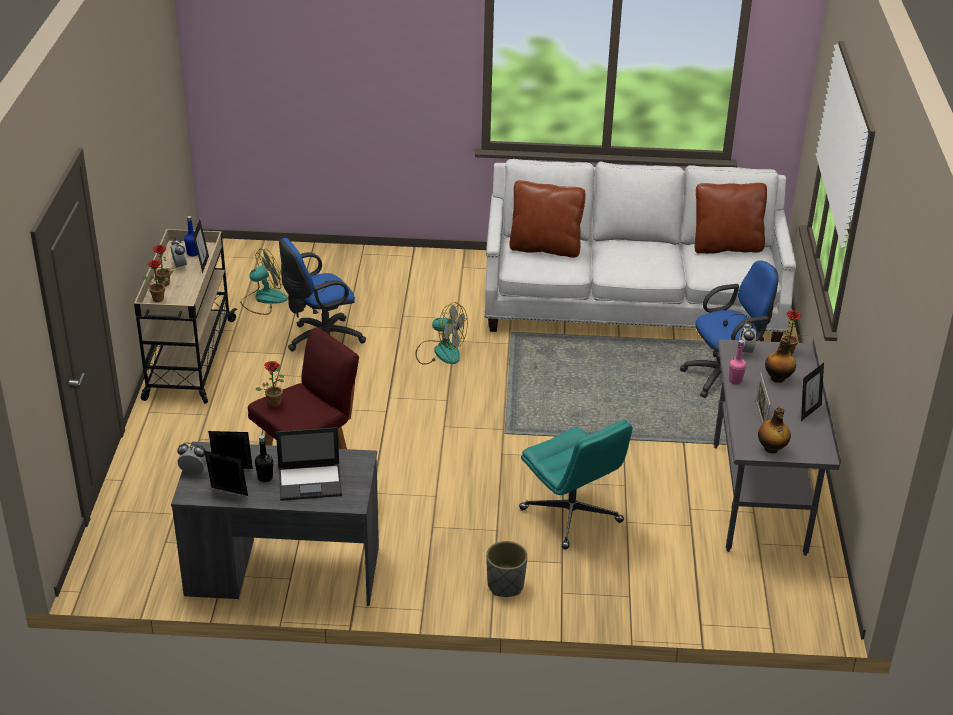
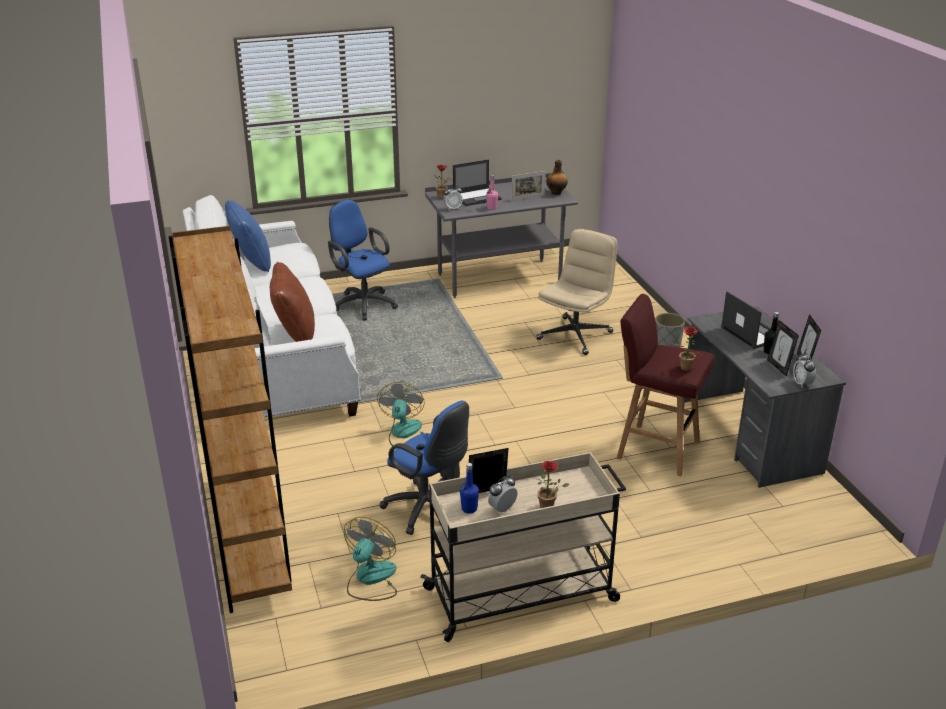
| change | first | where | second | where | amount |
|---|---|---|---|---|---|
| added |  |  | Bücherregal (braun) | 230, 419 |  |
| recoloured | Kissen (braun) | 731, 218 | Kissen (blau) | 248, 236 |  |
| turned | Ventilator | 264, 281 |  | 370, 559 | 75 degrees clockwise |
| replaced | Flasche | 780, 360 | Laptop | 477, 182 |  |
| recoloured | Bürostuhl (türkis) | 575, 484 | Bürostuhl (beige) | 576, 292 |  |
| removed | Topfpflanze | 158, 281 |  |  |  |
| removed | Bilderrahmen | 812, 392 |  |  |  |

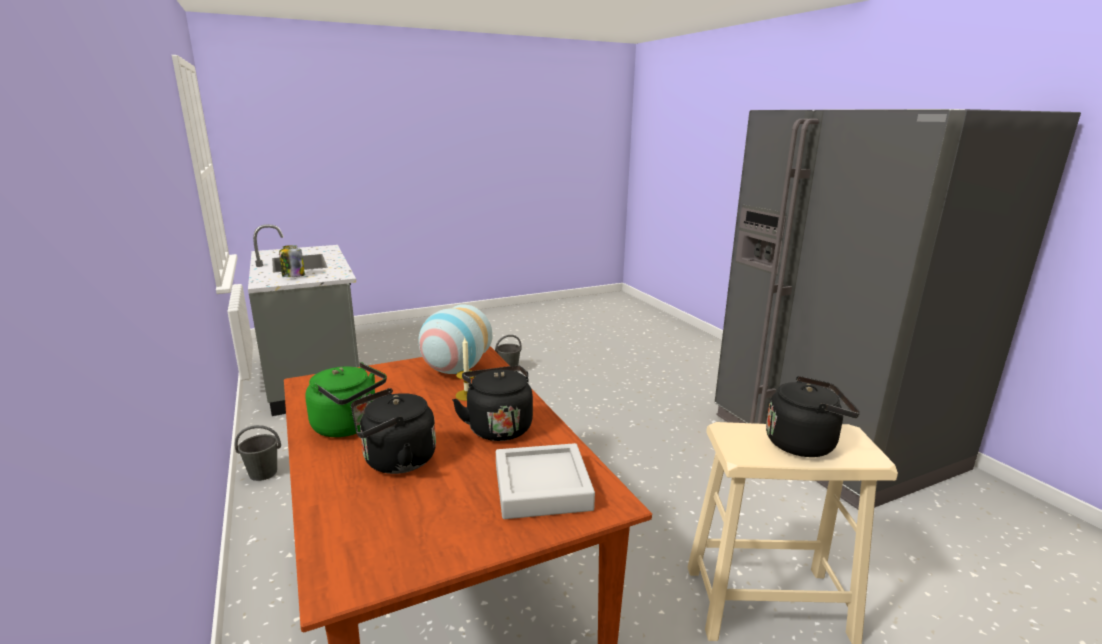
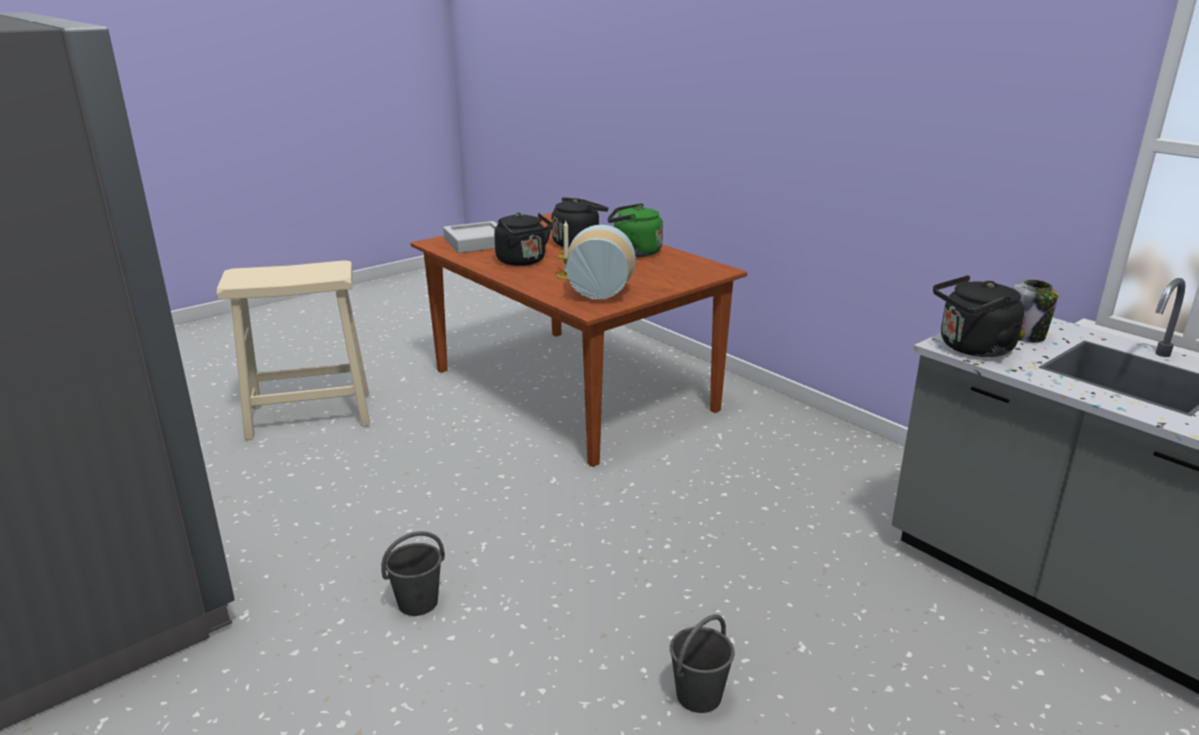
| change | first | where | second | where | amount |
|---|---|---|---|---|---|
| moved | Eimer (grau) | 258, 453 |  | 413, 573 |  |
| moved | Wasserkessel (schwarz) | 813, 416 |  | 978, 316 |  |

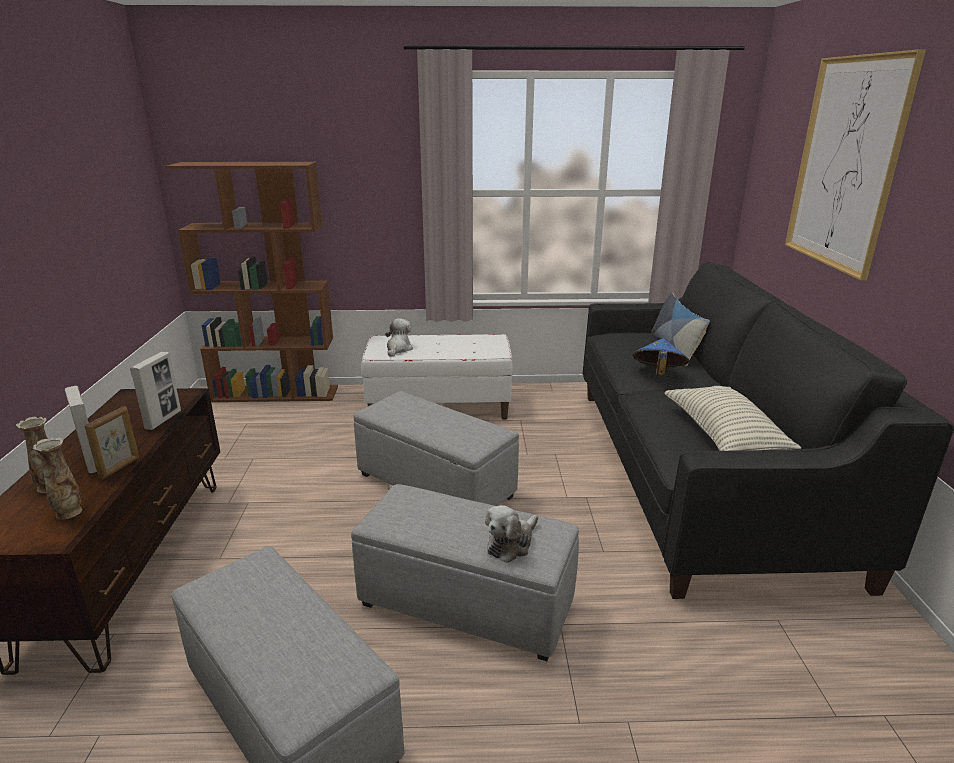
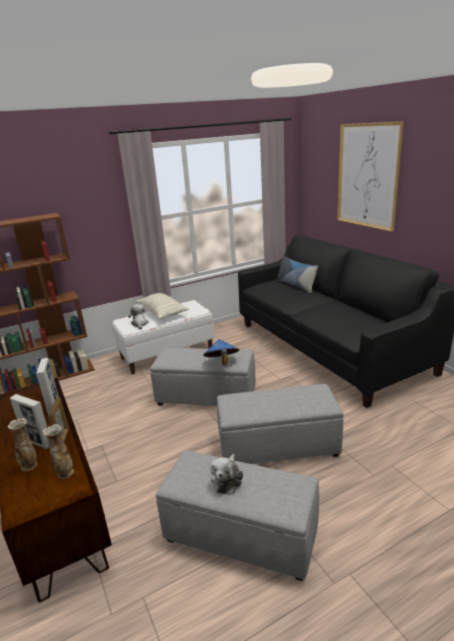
| change | first | where | second | where | amount |
|---|---|---|---|---|---|
| moved | Kissen | 732, 418 |  | 162, 306 |  |
| moved | Hut (blau) | 661, 357 |  | 221, 352 |  |
| moved | Plüschtier | 511, 534 |  | 227, 474 |  |

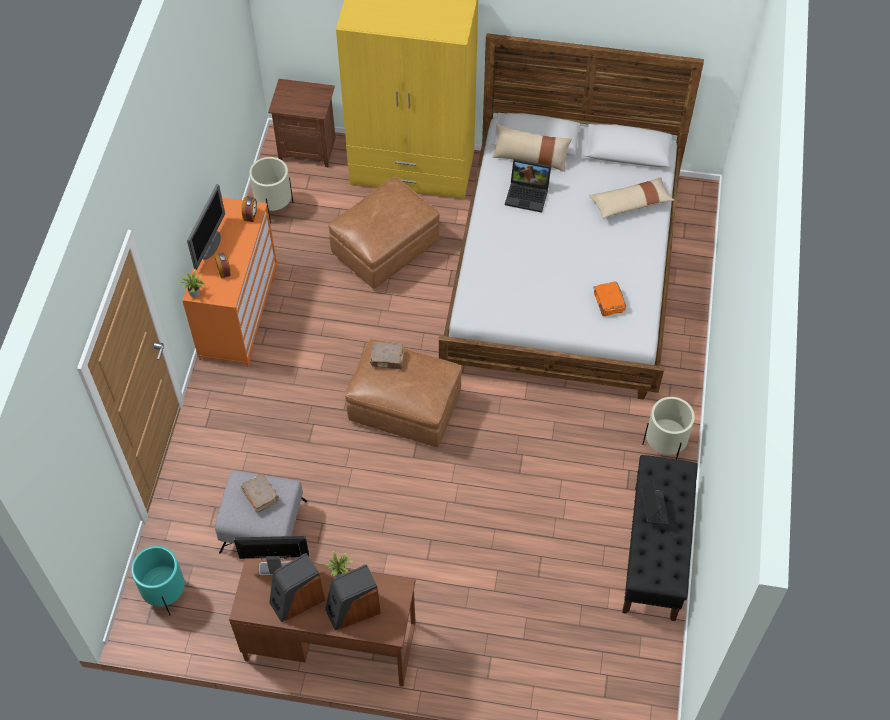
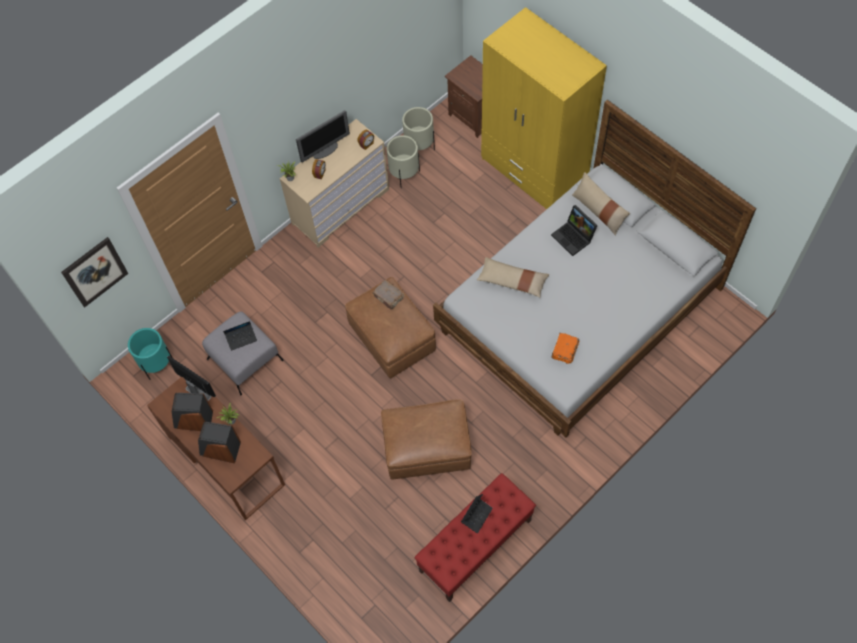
| change | first | where | second | where | amount |
|---|---|---|---|---|---|
| added |  |  | Bild | 94, 272 |  |
| replaced | Buch (braun) | 259, 492 | Laptop | 240, 336 |  |
| recoloured | Kommode (orange) | 229, 282 | Kommode (beige) | 334, 183 |  |
| moved | Polsterhocker (braun) | 384, 233 |  | 426, 439 |  |
| moved | Pflanzkübel (beige) | 668, 428 |  | 403, 161 |  |
| recoloured | Bank (schwarz) | 659, 538 | Bank (rot) | 475, 537 |  |
| moved | Kissen (beige) | 631, 198 |  | 513, 277 |  |

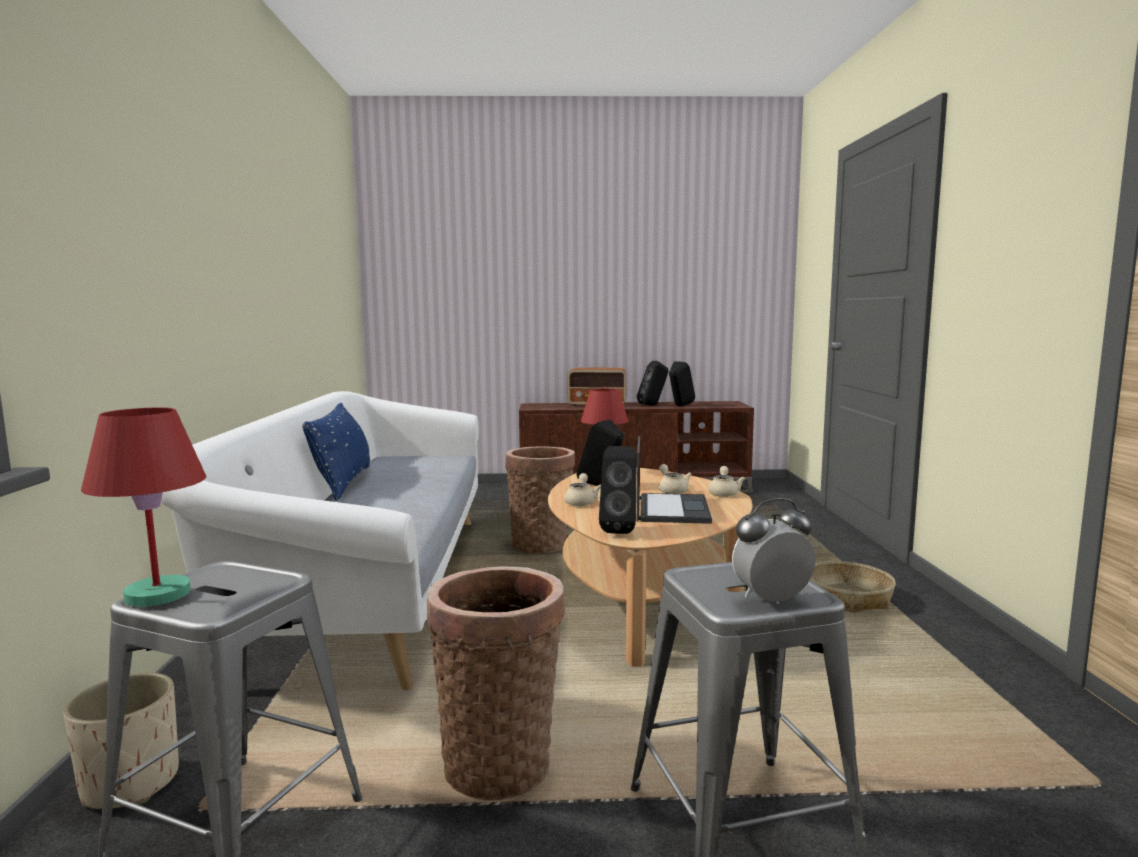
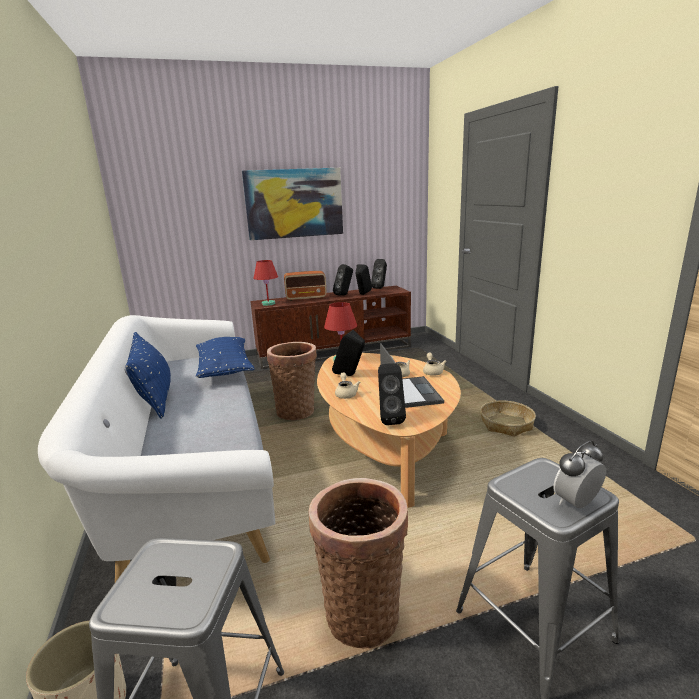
| change | first | where | second | where | amount |
|---|---|---|---|---|---|
| added |  |  | Kissen (blau) | 225, 357 |  |
| added |  |  | Bild | 292, 204 |  |
| moved | Tischlampe (rot) | 143, 507 |  | 265, 283 |  |
| added |  |  | Lautsprecher (schwarz) | 379, 274 |  |

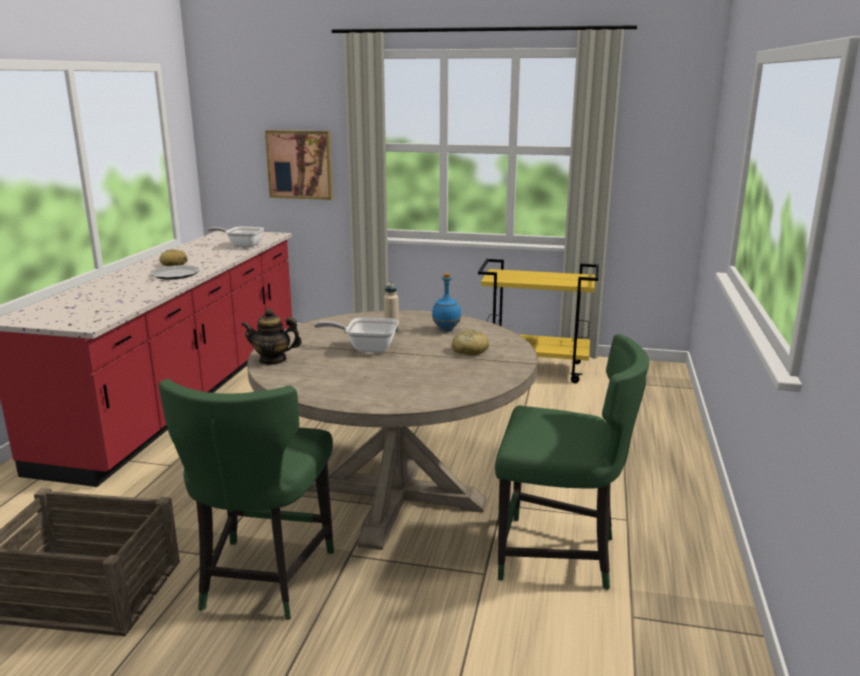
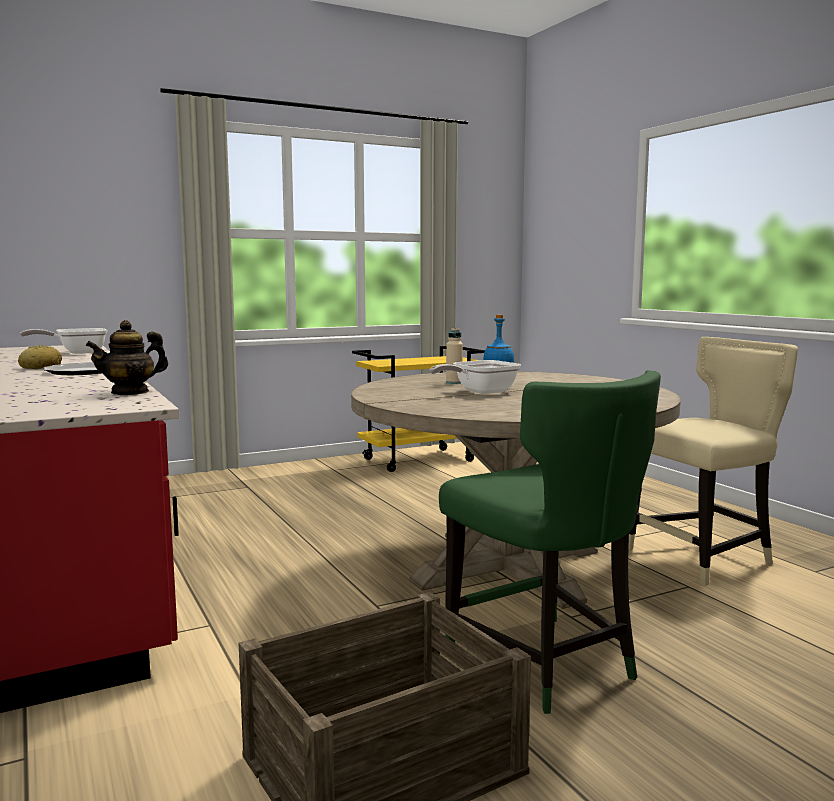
| change | first | where | second | where | amount |
|---|---|---|---|---|---|
| moved | Teekanne | 271, 336 |  | 127, 357 |  |
| recoloured | Stuhl (grün) | 572, 462 | Stuhl (beige) | 713, 461 |  |
| removed | Bild | 299, 165 |  |  |  |
| removed | Brot | 470, 343 |  |  |  |

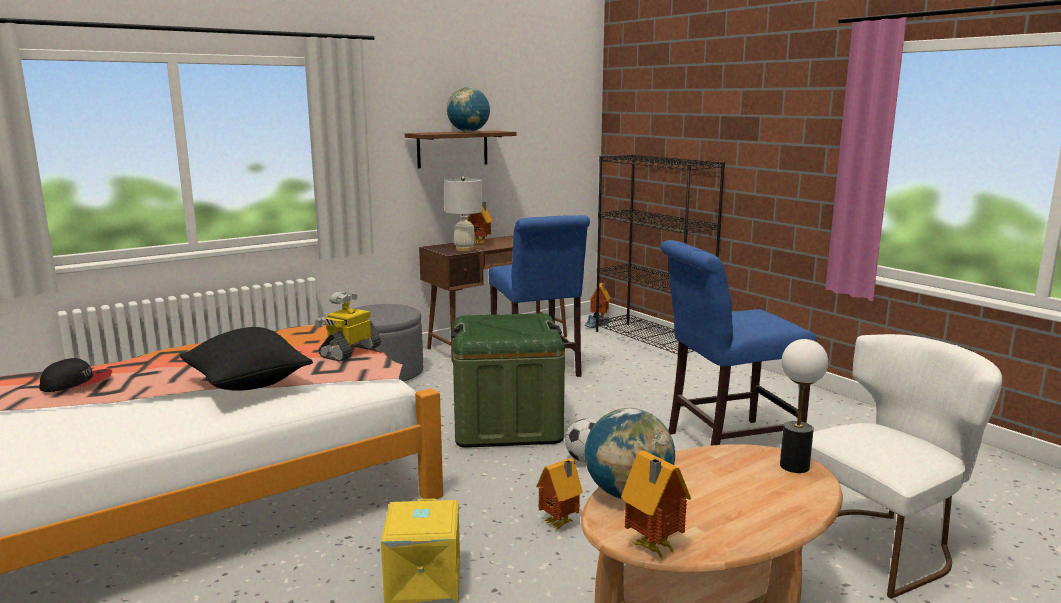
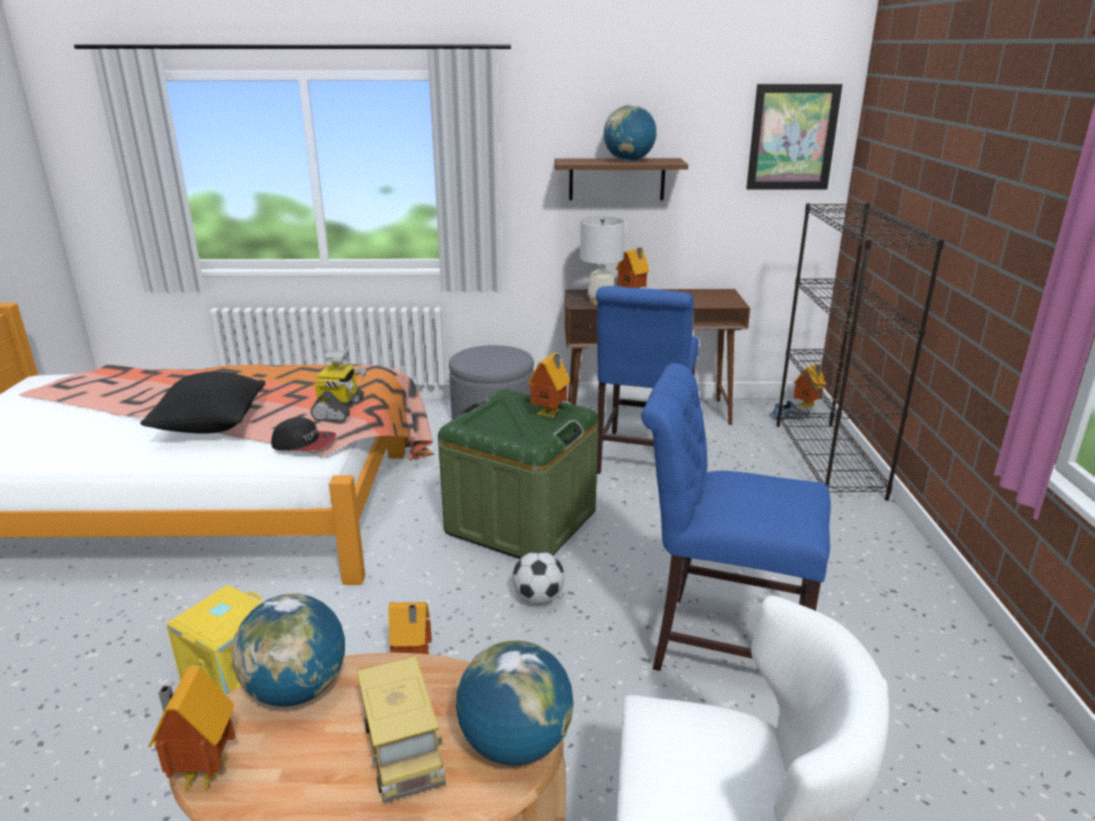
| change | first | where | second | where | amount |
|---|---|---|---|---|---|
| moved | Kappe | 75, 375 |  | 303, 434 |  |
| turned | Spielzeugroboter | 348, 326 |  | 338, 386 | 120 degrees clockwise |
| added |  |  | Spielzeuglaster | 401, 729 |  |
| replaced | Tischlampe | 804, 406 | Globus | 515, 703 |  |
| added |  |  | Spielzeughaus | 548, 385 |  |
| added |  |  | Bild | 794, 137 |  |

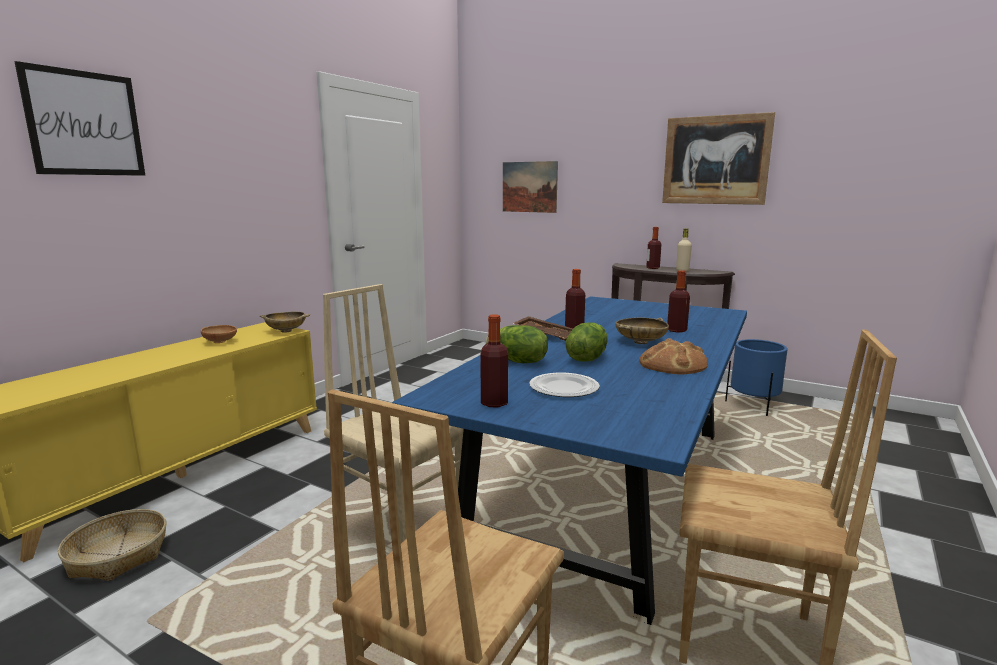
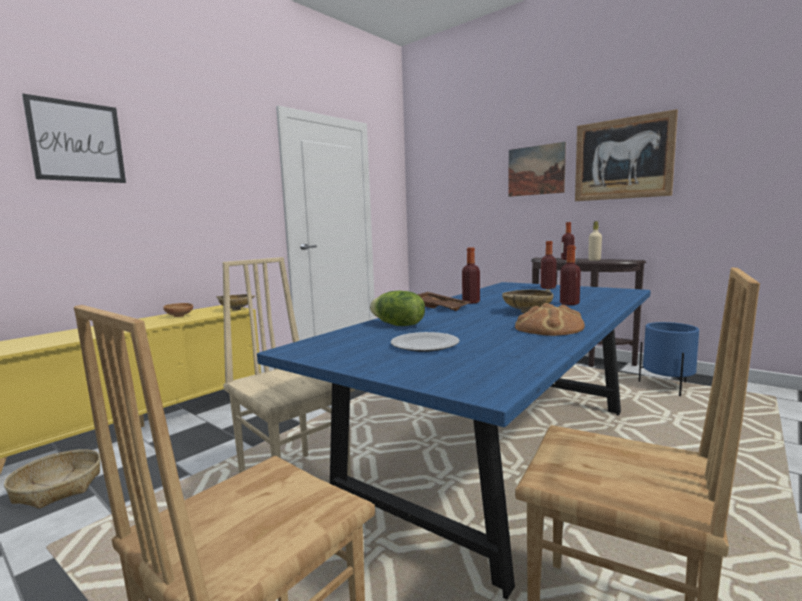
| change | first | where | second | where | amount |
|---|---|---|---|---|---|
| moved | Bild | 530, 187 |  | 537, 169 |  |
| moved | Flasche | 494, 360 |  | 549, 265 |  |
| removed | Salatkopf | 586, 342 |  |  |  |

